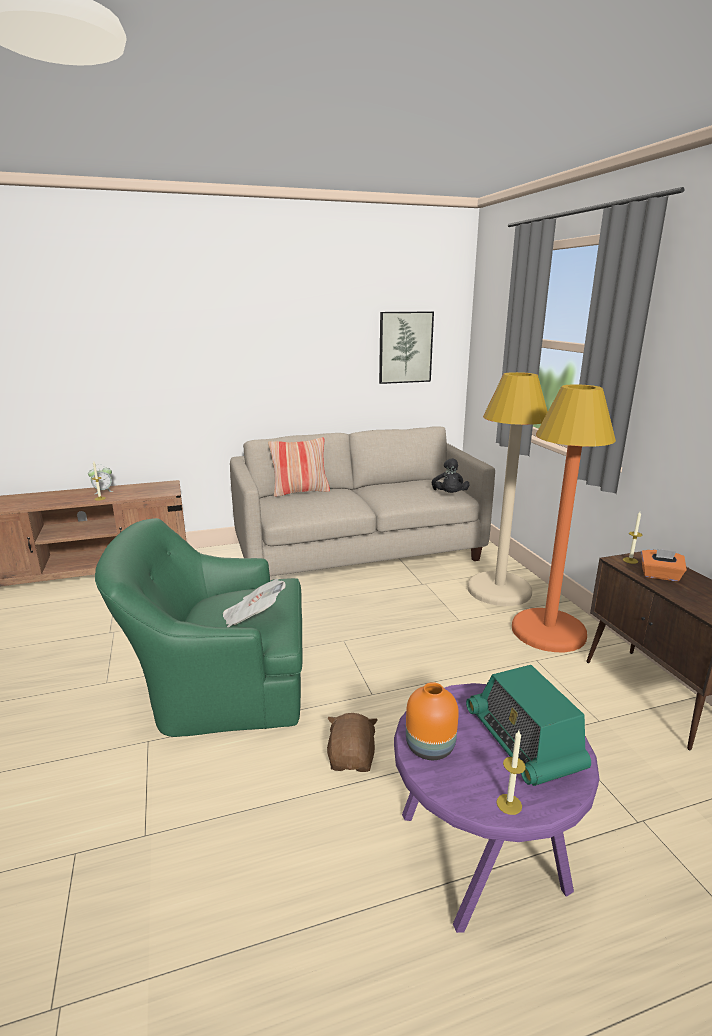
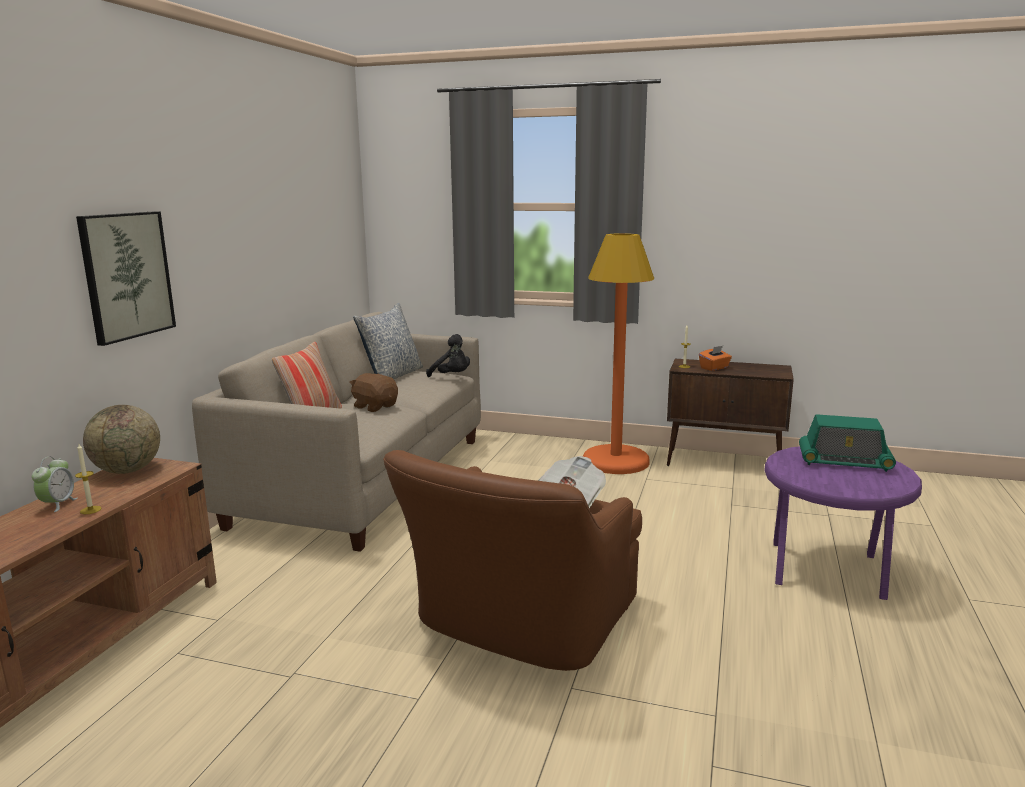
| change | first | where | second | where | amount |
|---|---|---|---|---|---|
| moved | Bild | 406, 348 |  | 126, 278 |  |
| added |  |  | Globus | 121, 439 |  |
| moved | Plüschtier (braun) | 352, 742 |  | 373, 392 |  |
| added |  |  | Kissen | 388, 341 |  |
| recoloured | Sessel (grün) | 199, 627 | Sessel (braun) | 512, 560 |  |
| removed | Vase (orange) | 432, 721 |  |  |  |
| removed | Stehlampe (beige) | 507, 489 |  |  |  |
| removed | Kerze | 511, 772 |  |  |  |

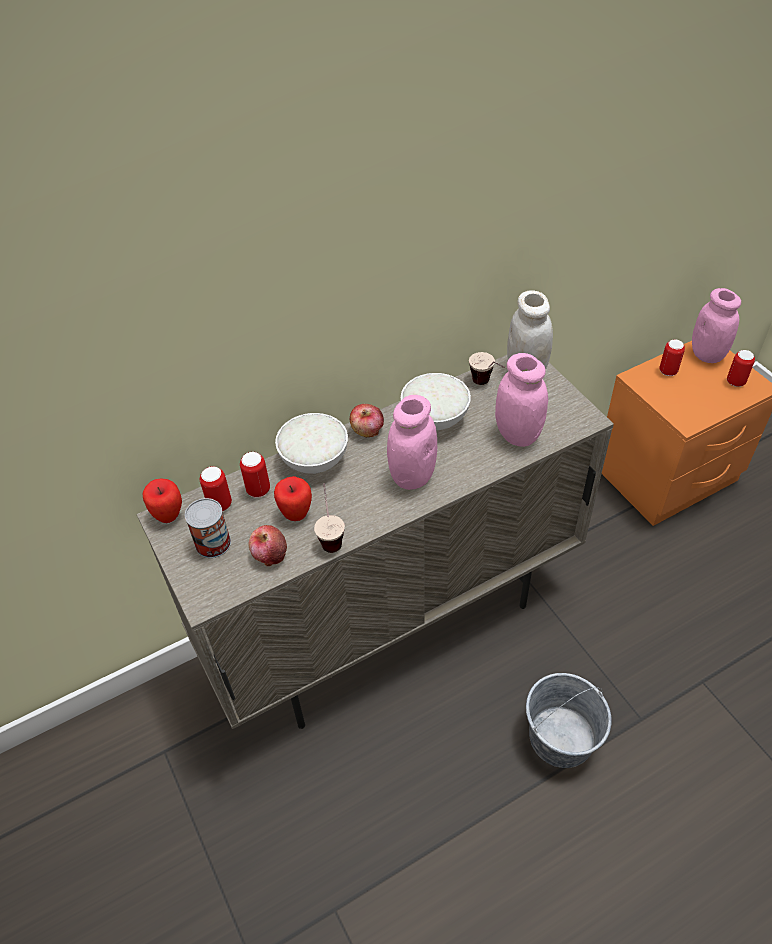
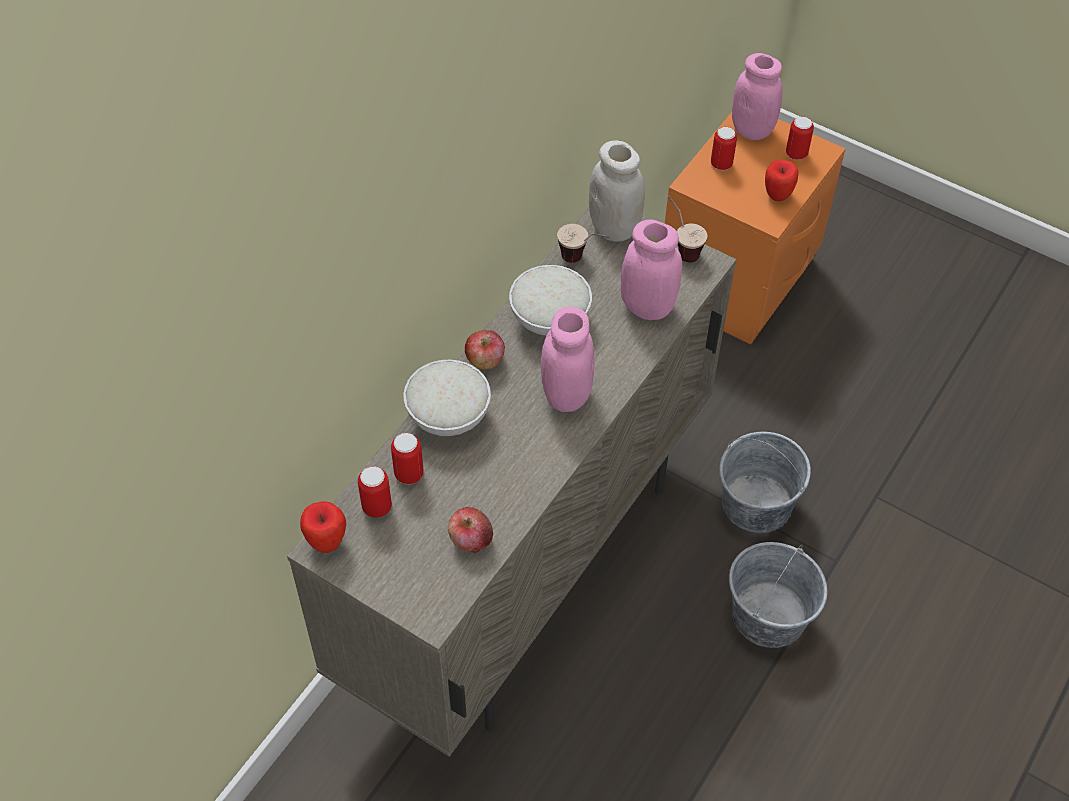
| change | first | where | second | where | amount |
|---|---|---|---|---|---|
| moved | Tasse | 329, 518 |  | 687, 228 |  |
| added |  |  | Eimer (grau) | 765, 482 |  |
| moved | Apfel | 293, 498 |  | 781, 180 |  |
| removed | Dose | 208, 528 |  |  |  |

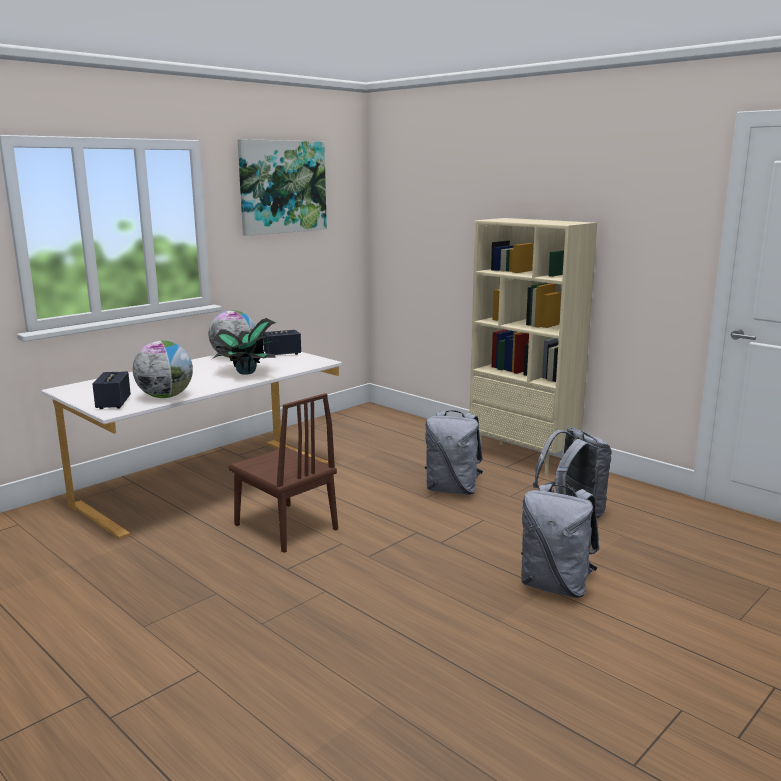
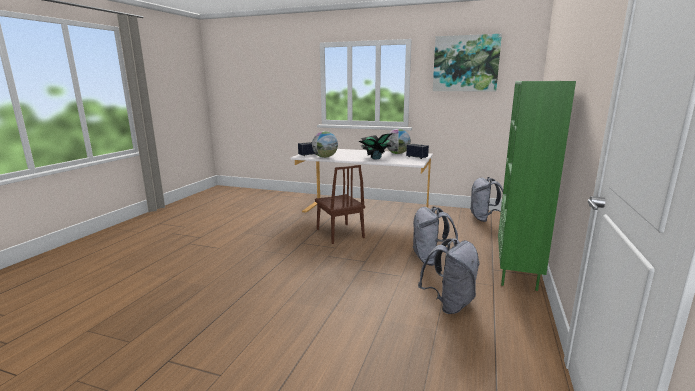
| change | first | where | second | where | amount |
|---|---|---|---|---|---|
| turned | Stuhl (braun) | 283, 473 |  | 340, 204 | 45 degrees counterclockwise |
| moved | Rucksack (grau) | 560, 541 |  | 486, 199 |  |
| recoloured | Bücherregal (beige) | 533, 346 | Bücherregal (grün) | 537, 186 |  |

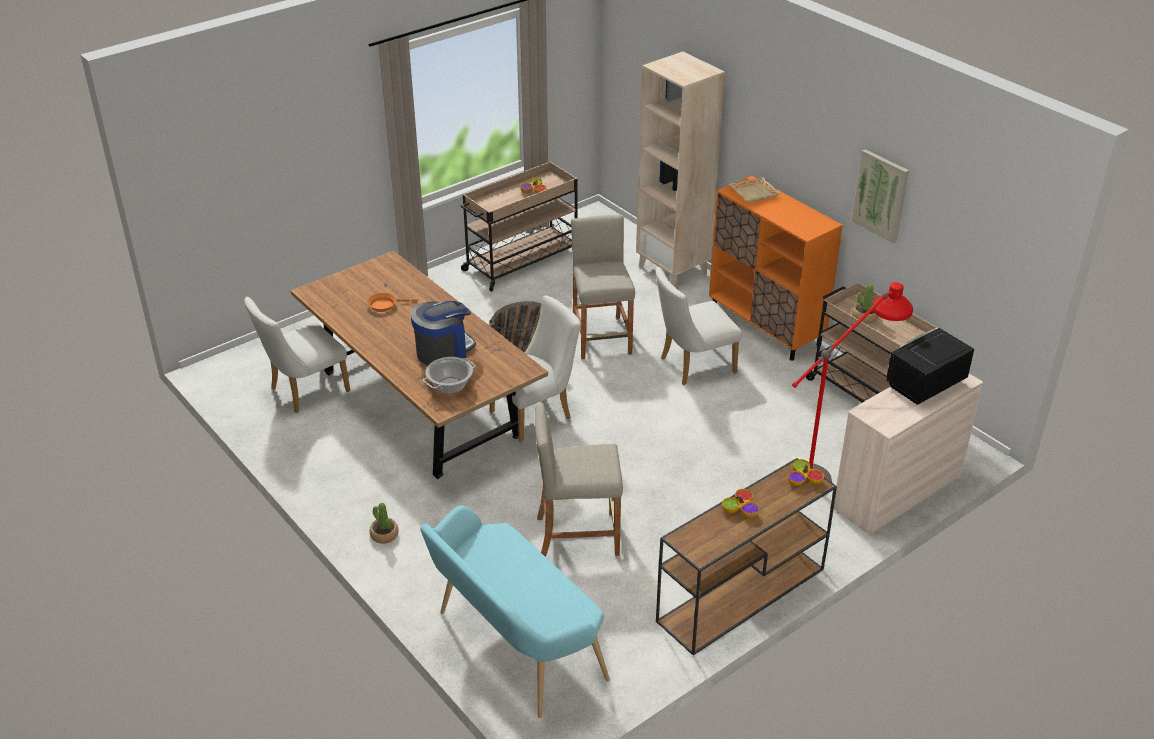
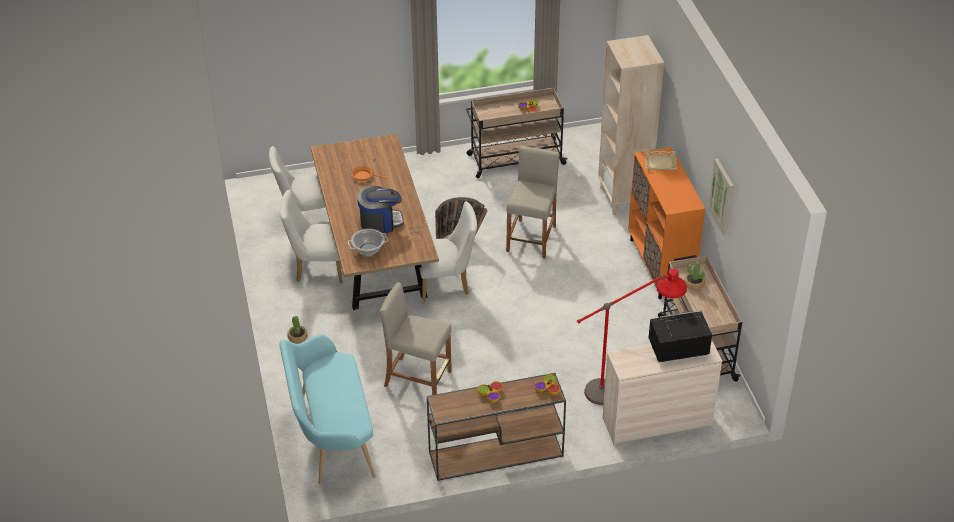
| change | first | where | second | where | amount |
|---|---|---|---|---|---|
| moved | Stuhl (weiß) | 698, 326 |  | 311, 236 |  |

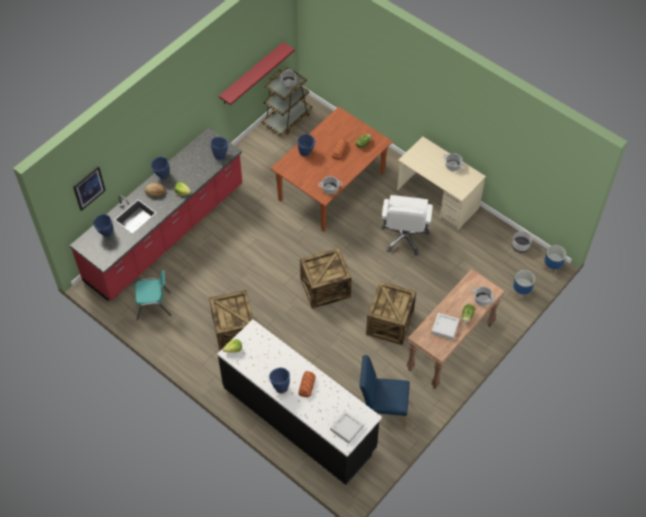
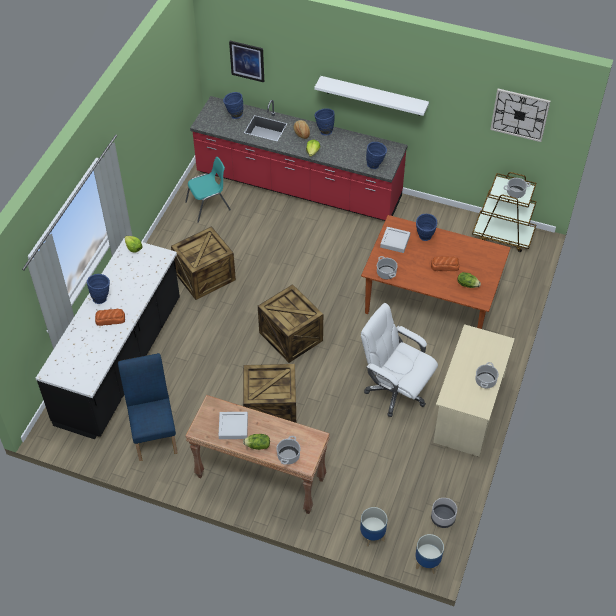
| change | first | where | second | where | amount |
|---|---|---|---|---|---|
| turned | Stuhl (türkis) | 153, 295 |  | 208, 190 | 90 degrees counterclockwise |
| added |  |  | Wandregal (weiß) | 371, 96 |  |
| turned | Bürostuhl (weiß) | 407, 225 |  | 399, 360 | 45 degrees clockwise |
| moved | Tablett (grau) | 347, 427 |  | 395, 240 |  |
| added |  |  | Wanduhr | 520, 115 |  |
| removed | Wandregal (rot) | 257, 73 |  |  |  |

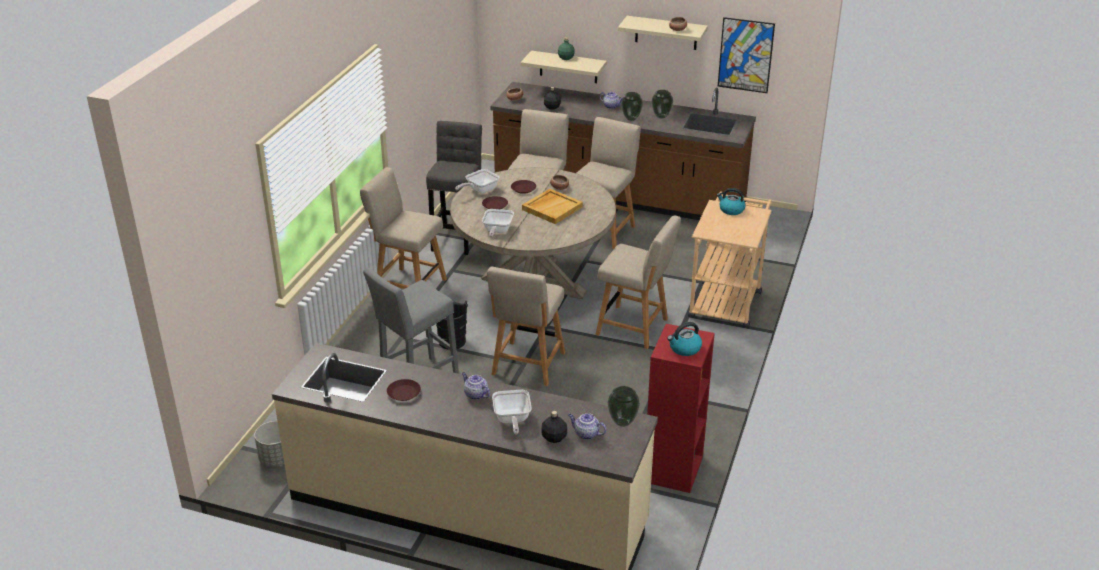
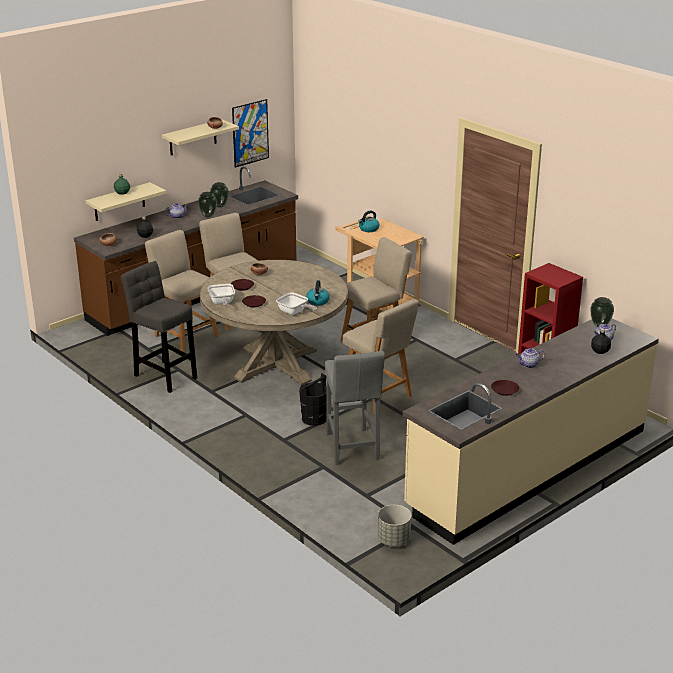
| change | first | where | second | where | amount |
|---|---|---|---|---|---|
| moved | Wasserkessel | 684, 339 |  | 318, 293 |  |
| removed | Stuhl (beige) | 403, 228 |  |  |  |
| removed | Pfanne | 512, 412 |  |  |  |
| removed | Tablett (beige) | 552, 206 |  |  |  |

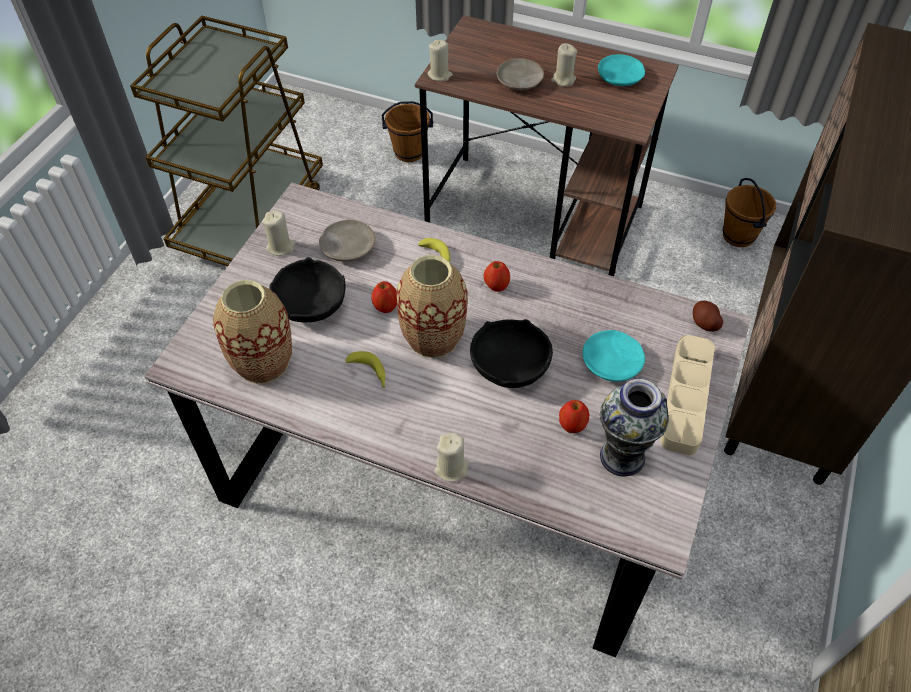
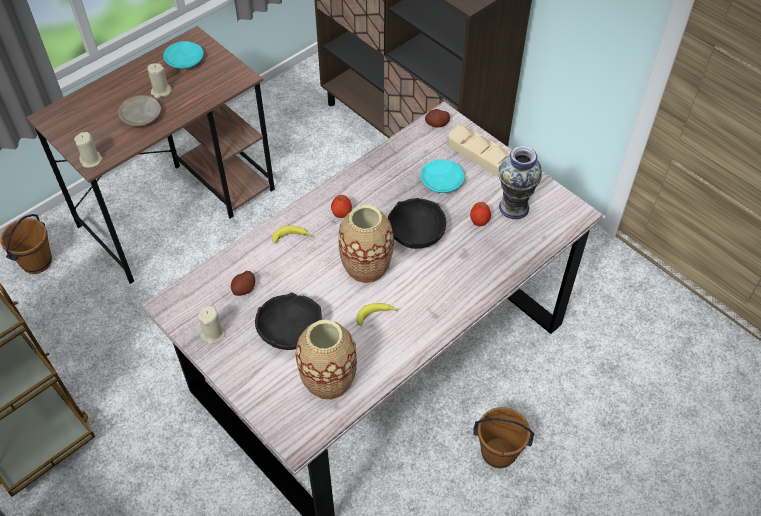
| change | first | where | second | where | amount |
|---|---|---|---|---|---|
| replaced | Teller (beige) | 347, 241 | Kartoffel | 243, 283 |  |
| moved | Eimer (braun) | 749, 212 |  | 504, 437 |  |
| removed | Apfel | 384, 297 |  |  |  |
| removed | Kerze (beige) | 451, 457 |  |  |  |

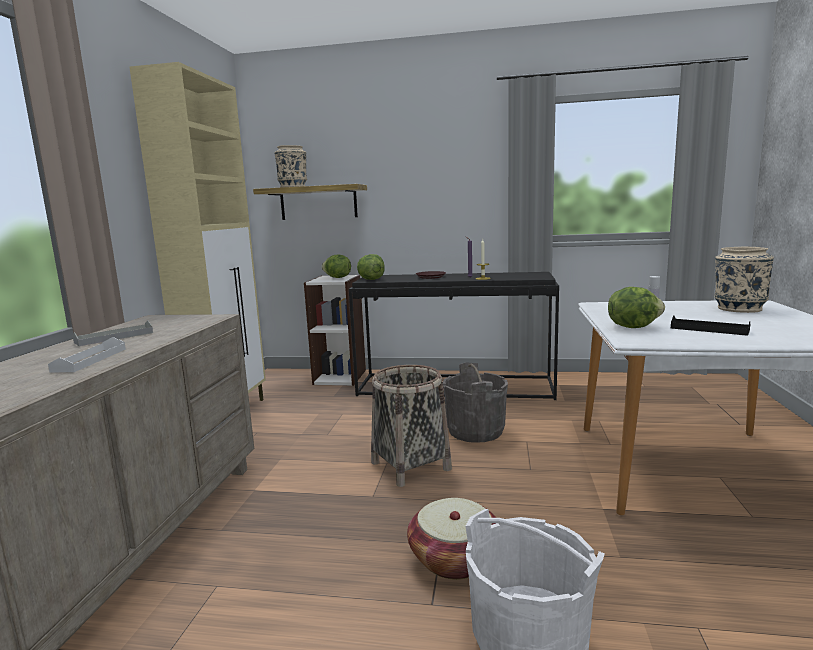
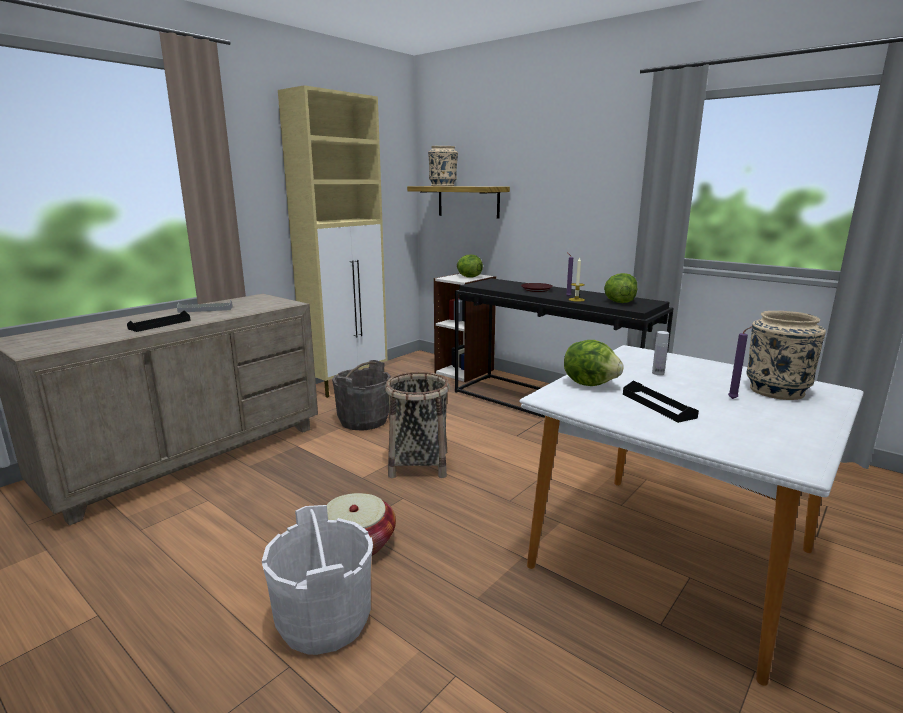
| change | first | where | second | where | amount |
|---|---|---|---|---|---|
| recoloured | Tablett (weiß) | 87, 355 | Tablett (schwarz) | 159, 321 |  |
| moved | Eimer (grau) | 475, 403 |  | 361, 395 |  |
| moved | Salatkopf | 371, 267 |  | 620, 288 |  |
| added |  |  | Kerze (lila) | 740, 362 |  |

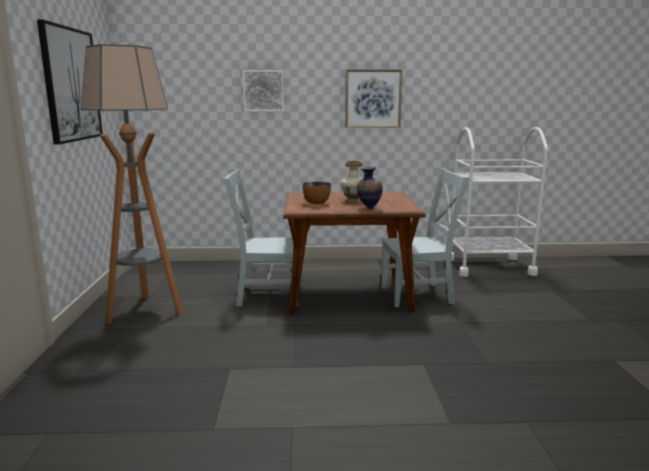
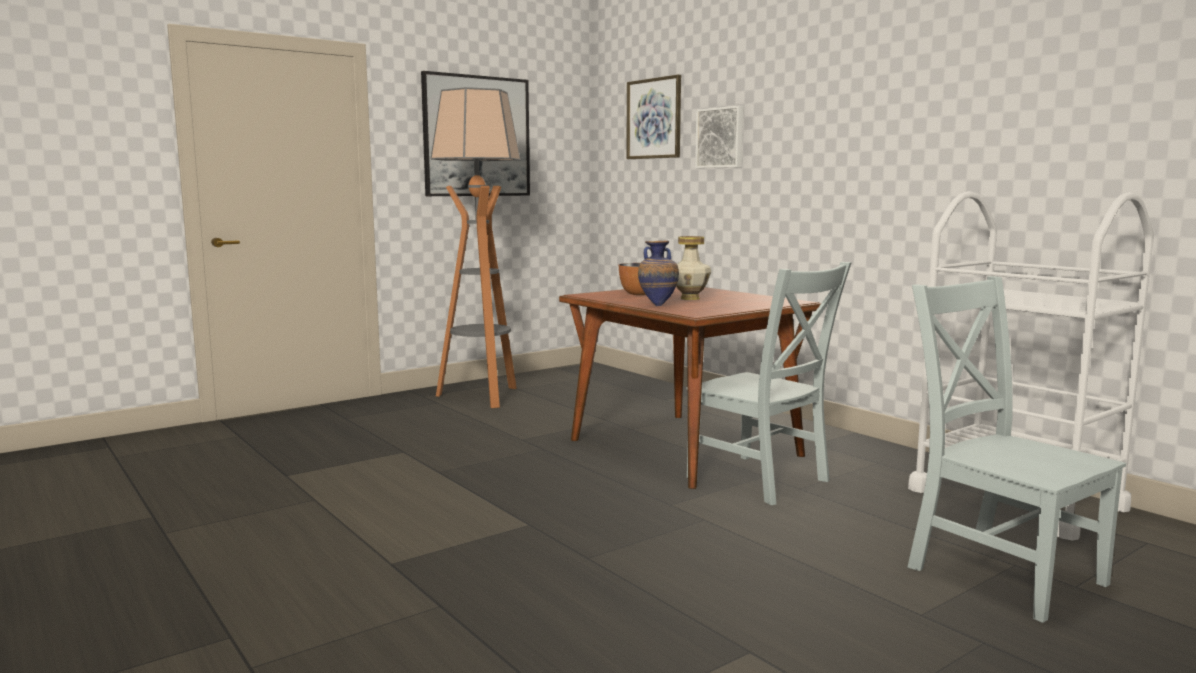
| change | first | where | second | where | amount |
|---|---|---|---|---|---|
| moved | Bild | 373, 98 |  | 653, 117 |  |
| moved | Stuhl (grau) | 261, 238 |  | 1017, 449 |  |

